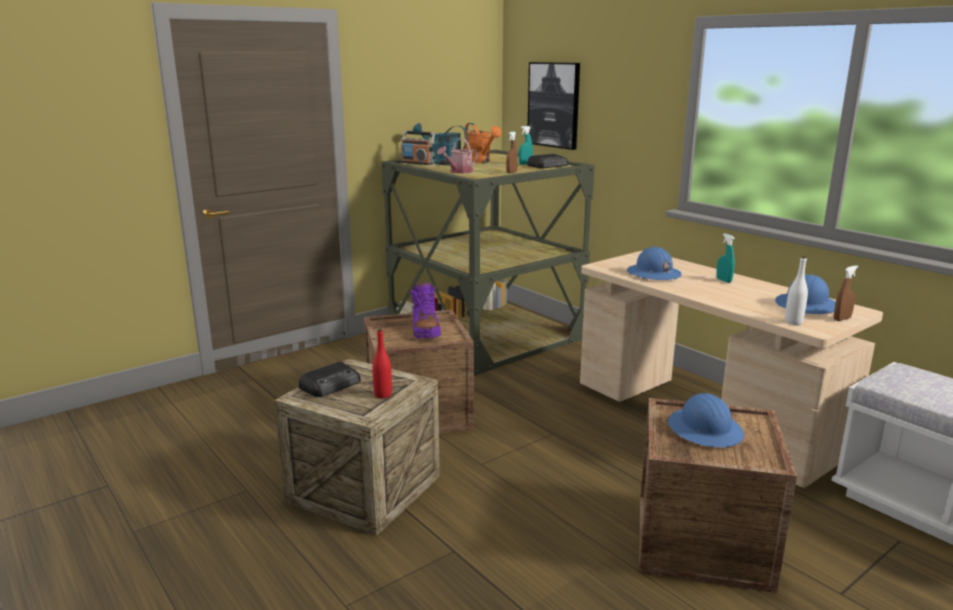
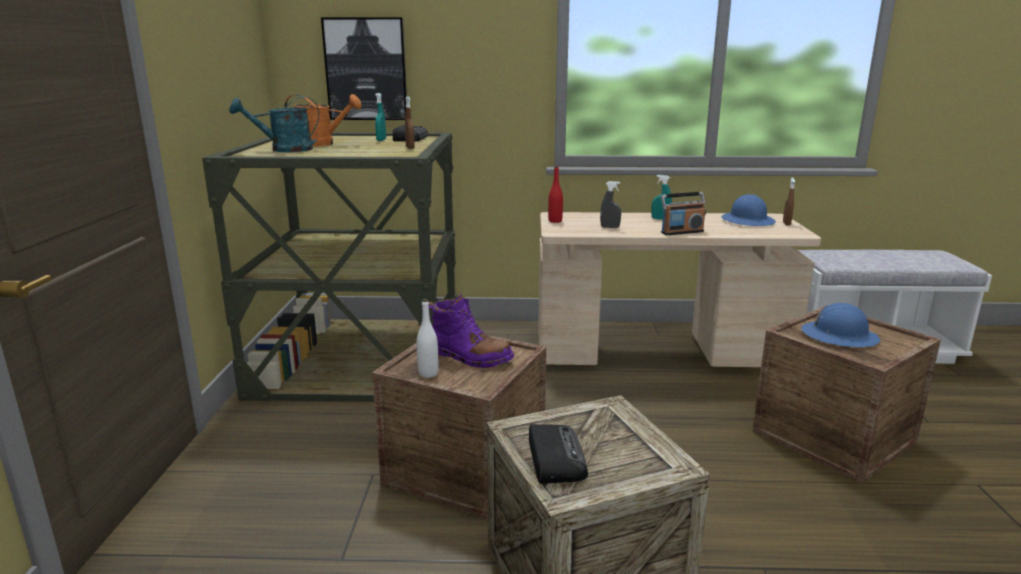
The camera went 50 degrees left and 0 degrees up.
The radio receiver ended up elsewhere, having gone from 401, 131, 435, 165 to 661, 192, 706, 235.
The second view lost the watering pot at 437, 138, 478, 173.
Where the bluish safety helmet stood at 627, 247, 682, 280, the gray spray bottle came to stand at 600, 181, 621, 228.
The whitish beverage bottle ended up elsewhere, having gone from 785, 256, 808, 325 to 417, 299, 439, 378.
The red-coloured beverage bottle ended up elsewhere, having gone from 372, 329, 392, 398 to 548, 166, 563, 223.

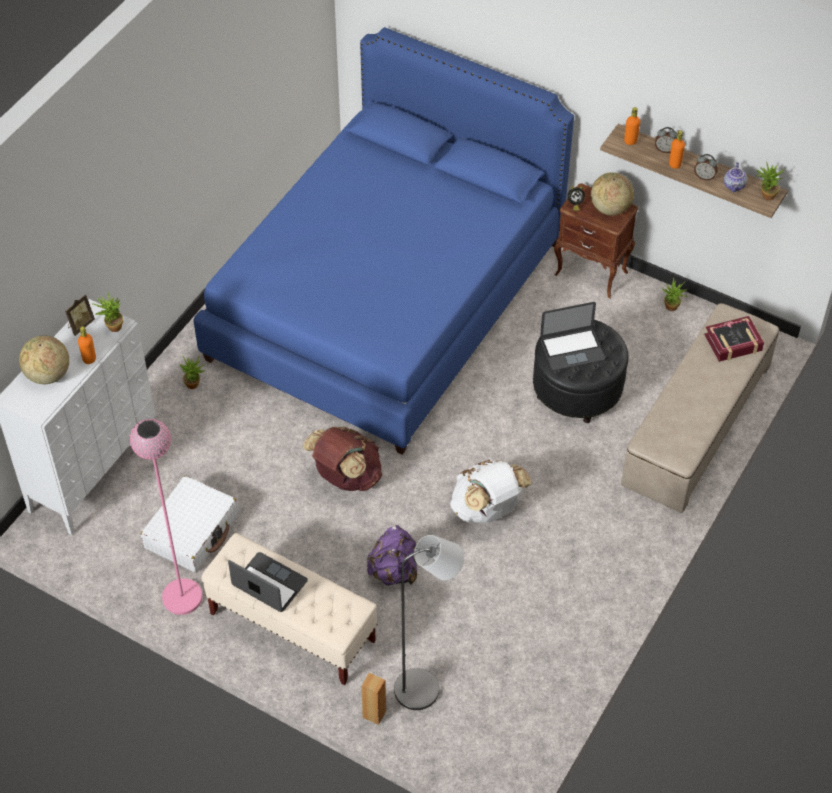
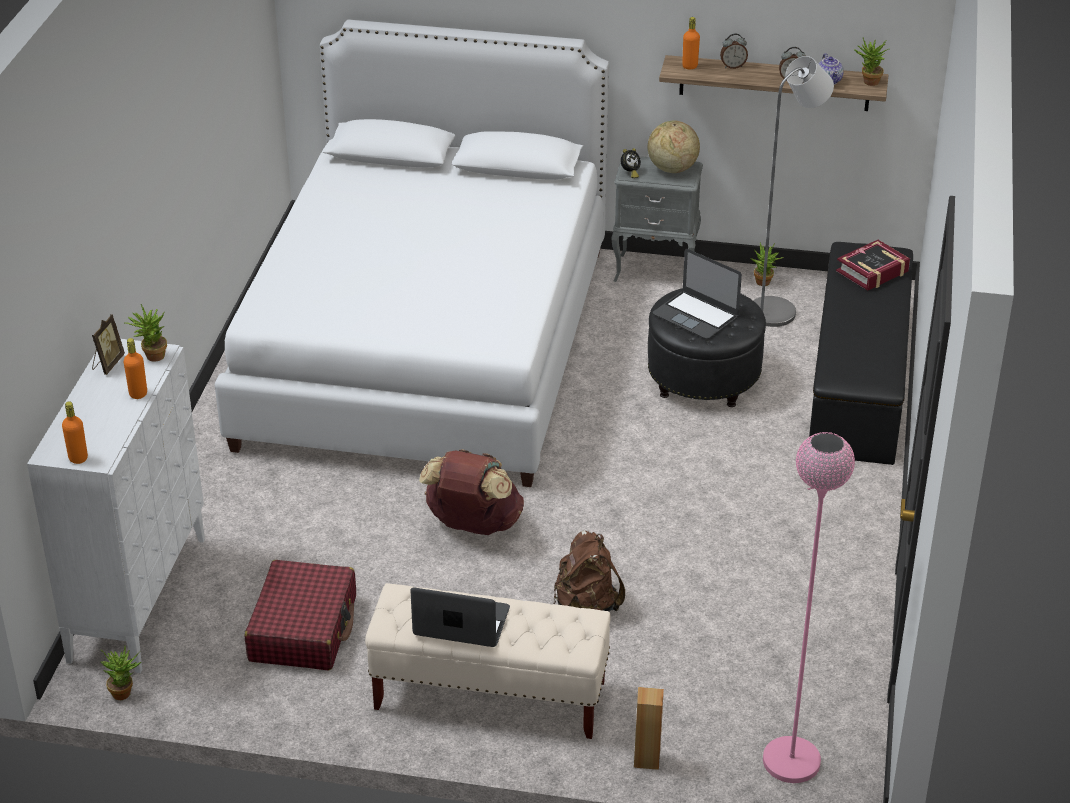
The camera went 20 degrees left and 15 degrees down.
What was the bluish bed at 193, 27, 574, 455 turned into the whitish bed at 215, 20, 609, 487.
The orangey beverage bottle ended up elsewhere, having gone from 669, 130, 685, 169 to 62, 401, 88, 464.
What was the brown-coloured night table at 554, 183, 638, 299 turned into the gray night table at 612, 156, 703, 282.
The notebook computer at 540, 302, 605, 370 ended up facing another way, 75 degrees clockwise from before.
What was the sand-coloured indoor bench at 621, 303, 779, 513 turned into the blackish indoor bench at 809, 242, 913, 465.
The second view lost the world globe at 19, 335, 69, 384.
The plant in a pot ended up elsewhere, having gone from 179, 356, 205, 389 to 101, 646, 141, 700.
The pinkish floor lamp ended up elsewhere, having gone from 130, 419, 202, 615 to 763, 432, 855, 783.
The second view lost the whitish backpack at 450, 460, 532, 523.
What was the whitish piece of luggage at 141, 476, 239, 572 turned into the red-coloured piece of luggage at 245, 560, 356, 670.
What was the purple backpack at 367, 525, 417, 585 turned into the brown-coloured backpack at 554, 531, 625, 611.
The gray floor lamp ended up elsewhere, having gone from 394, 535, 464, 710 to 753, 56, 834, 327.

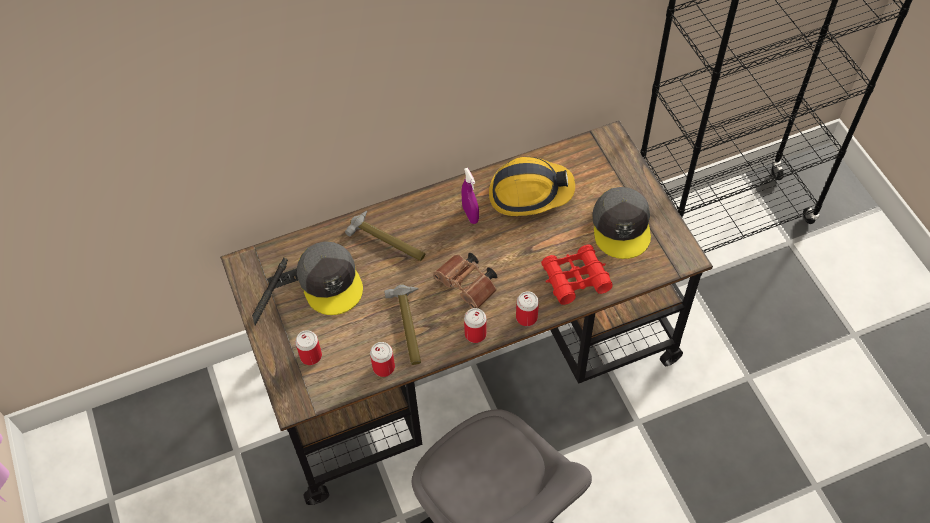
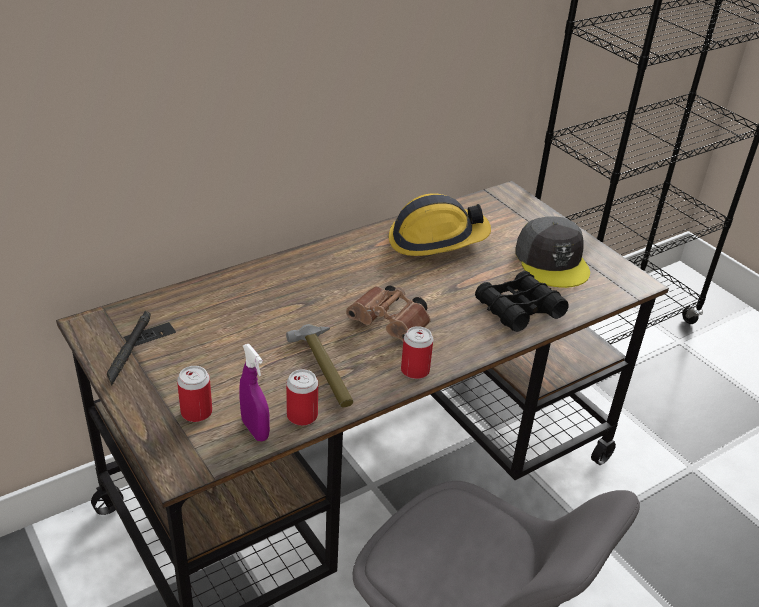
The camera went 15 degrees left and 20 degrees down.
The purple spray bottle ended up elsewhere, having gone from 462, 168, 479, 224 to 239, 344, 270, 441.
The second view lost the hand hammer at 345, 211, 425, 261.
The second view lost the gray baseball cap at 297, 241, 363, 315.
What was the red-coloured field glasses at 541, 245, 613, 305 turned into the blackish field glasses at 475, 271, 569, 332.
The second view lost the metal can at 516, 291, 539, 326.

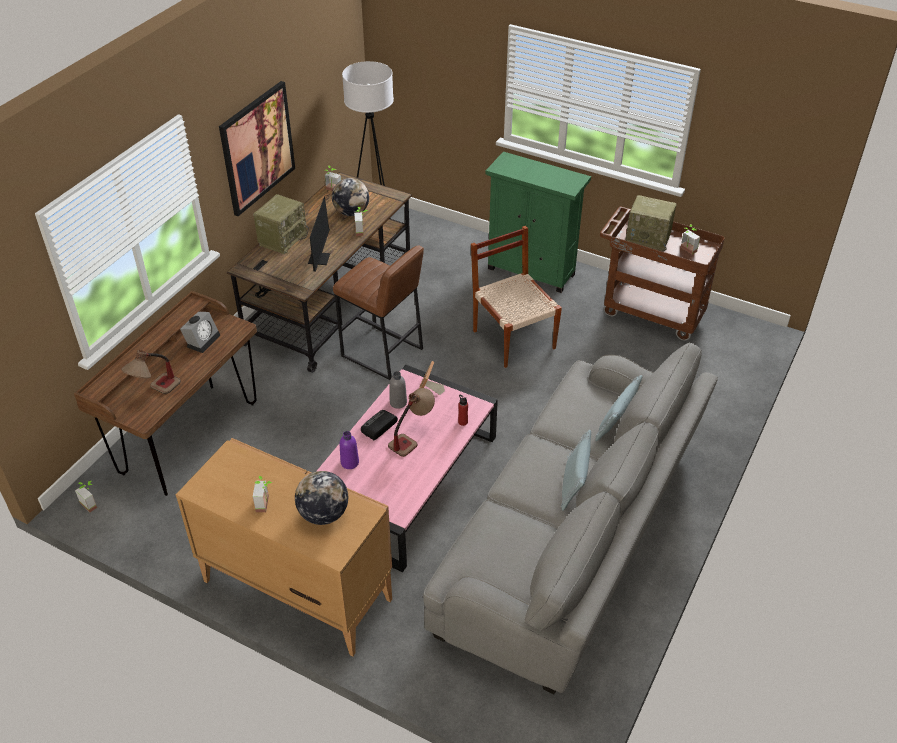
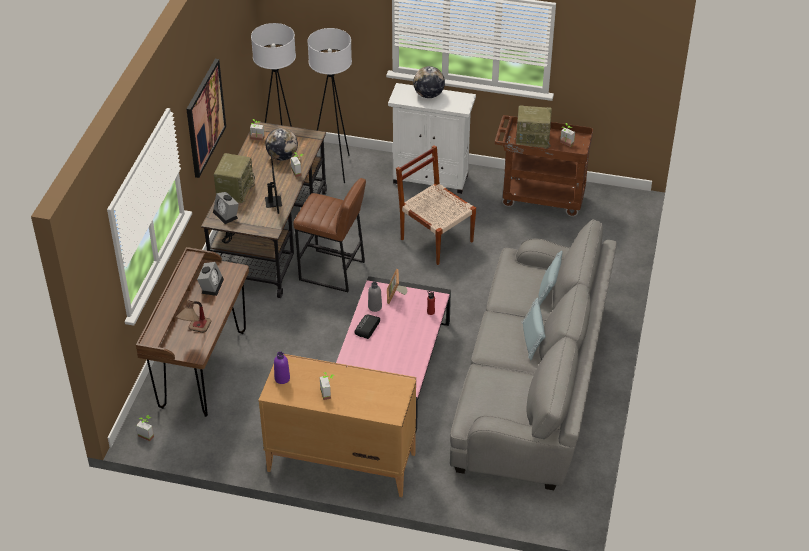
The camera went 15 degrees left and 0 degrees up.
What was the green cabinet at 485, 152, 591, 293 turned into the whitish cabinet at 388, 83, 476, 194.
The second view lost the table lamp at 388, 388, 435, 457.
The purple beverage bottle ended up elsewhere, having gone from 340, 431, 359, 469 to 274, 352, 290, 384.
The world globe ended up elsewhere, having gone from 295, 471, 348, 525 to 413, 66, 445, 98.
The second view gained the whitish floor lamp at 307, 28, 352, 183.
The second view gained the alarm clock at 213, 192, 239, 224.

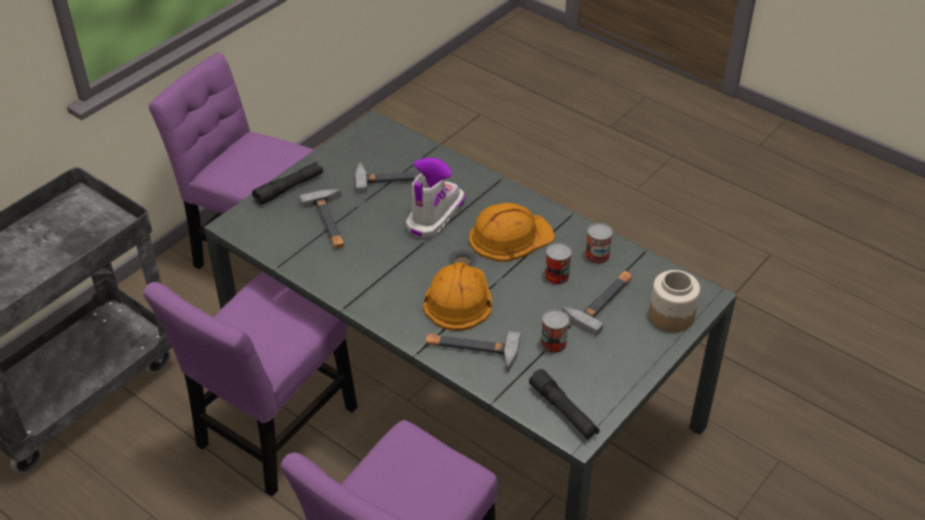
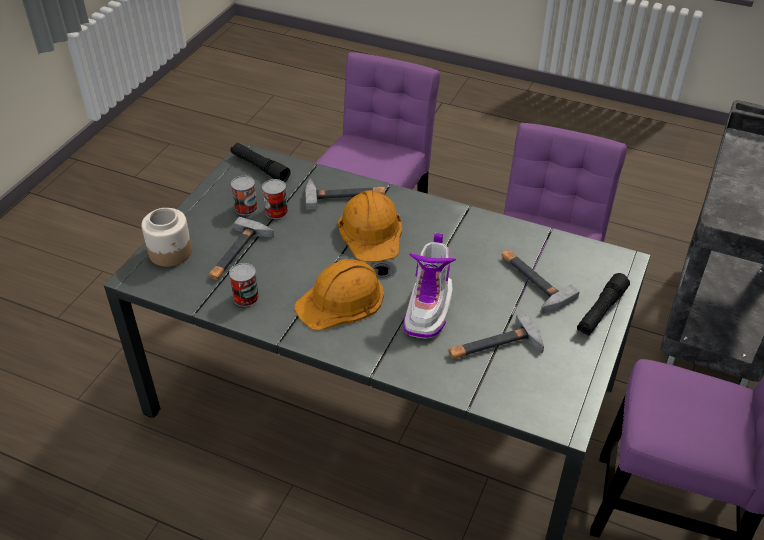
The camera went 165 degrees right and 0 degrees up.
The metal can ended up elsewhere, having gone from 545, 243, 572, 285 to 231, 176, 258, 215.

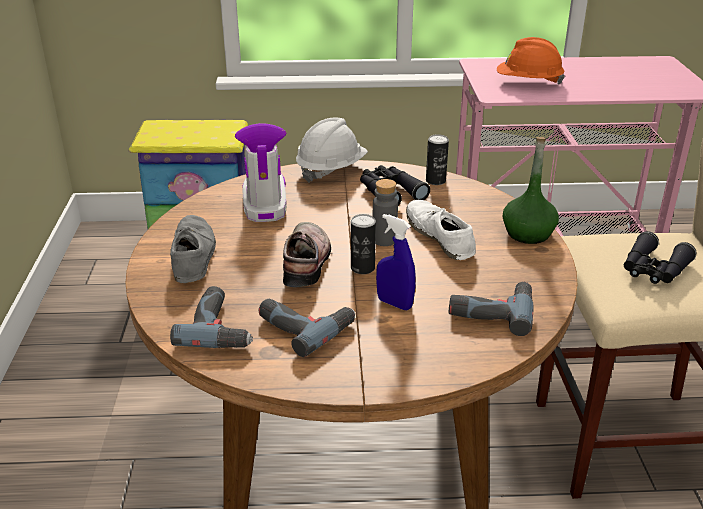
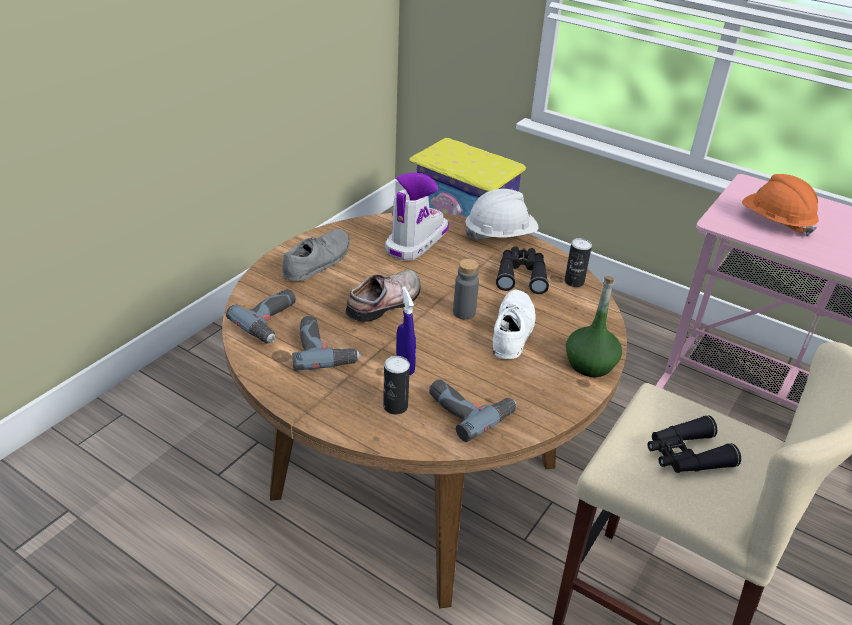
The camera went 35 degrees right and 5 degrees up.
The metal can ended up elsewhere, having gone from 351, 214, 376, 274 to 383, 356, 410, 415.

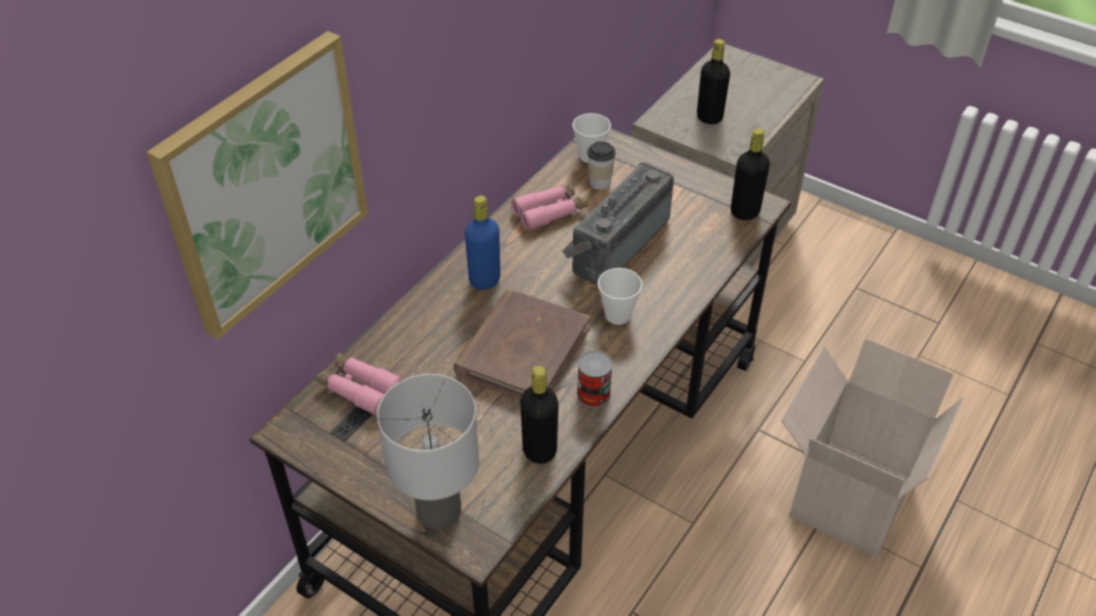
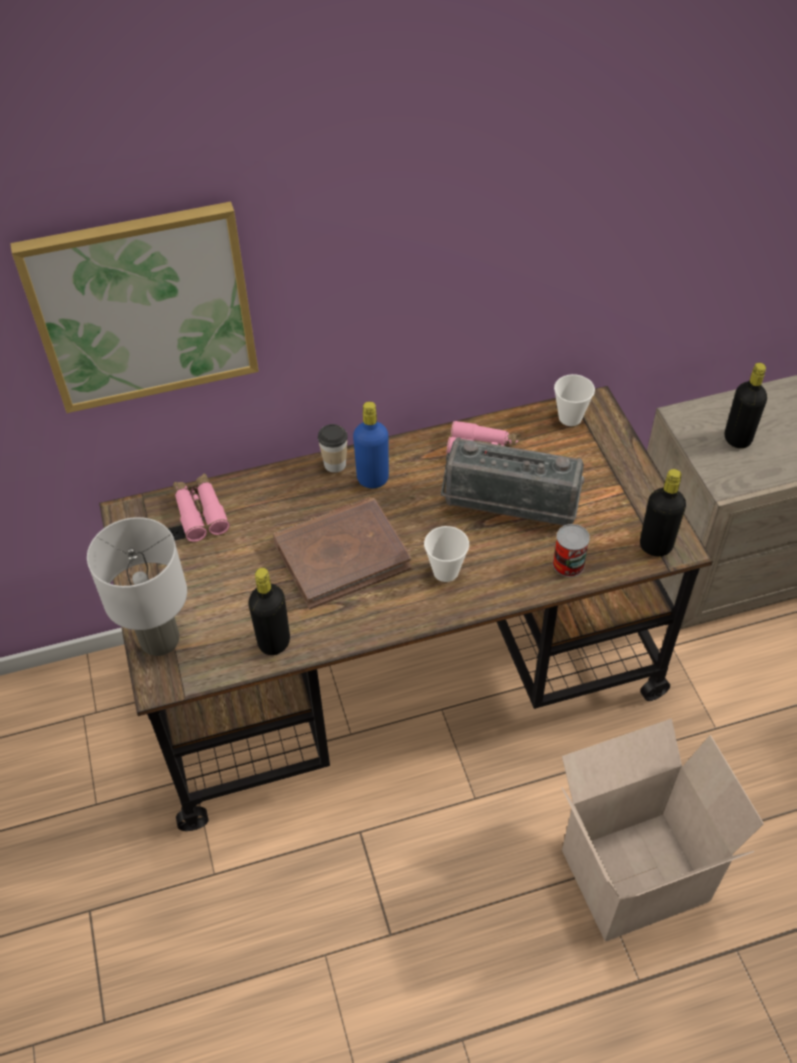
The camera went 40 degrees right and 5 degrees up.
The small cup ended up elsewhere, having gone from 587, 141, 616, 190 to 318, 424, 348, 473.
The radio receiver at 562, 162, 674, 285 ended up facing another way, 150 degrees counterclockwise from before.
The metal can ended up elsewhere, having gone from 577, 350, 613, 407 to 553, 524, 590, 577.

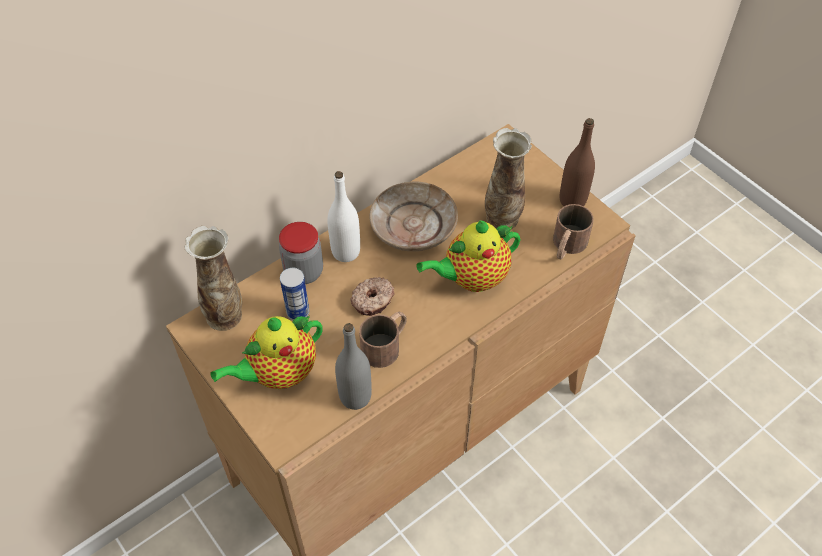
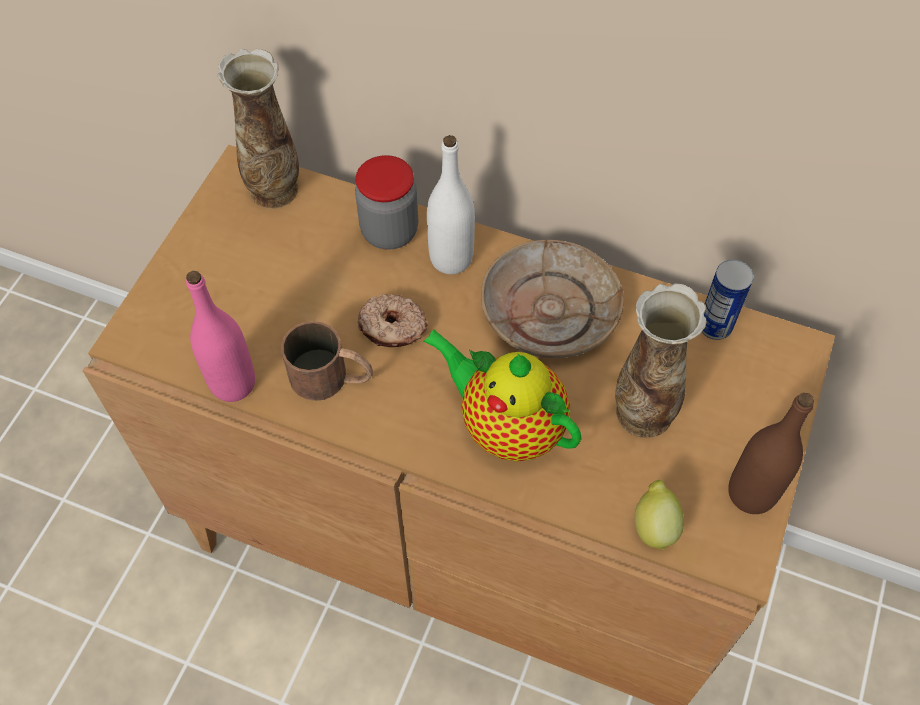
The camera went 60 degrees right and 5 degrees up.
Where the brown-coloured coffee mug stood at 553, 204, 594, 259, the whole lemon came to stand at 634, 480, 684, 550.
The metal can ended up elsewhere, having gone from 280, 268, 309, 320 to 702, 260, 753, 340.
The second view lost the pot for tea at 210, 316, 323, 389.
What was the gray beverage bottle at 335, 323, 372, 410 turned into the pinkish beverage bottle at 186, 271, 255, 402.

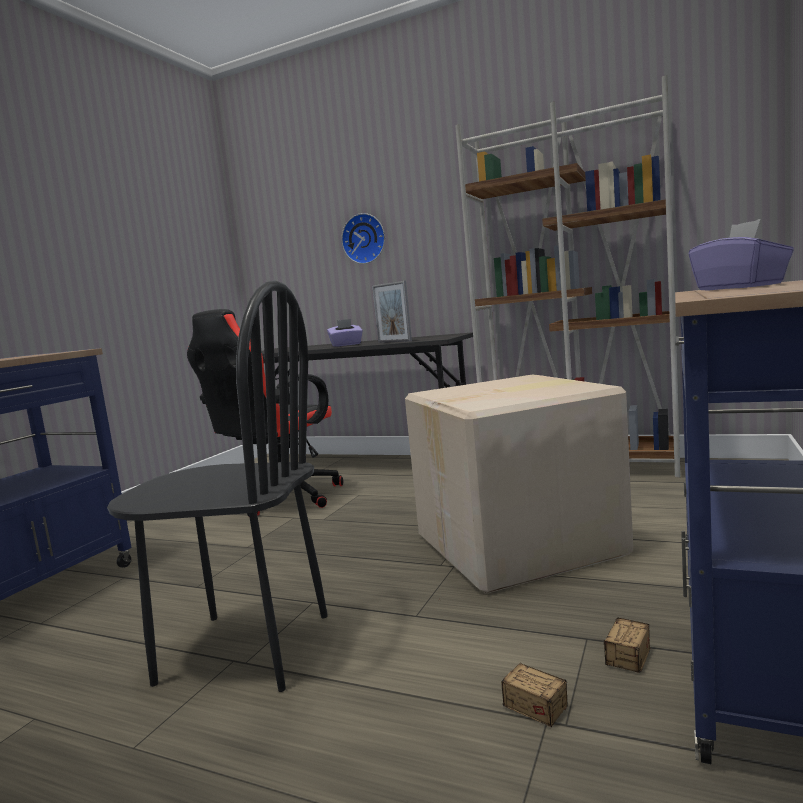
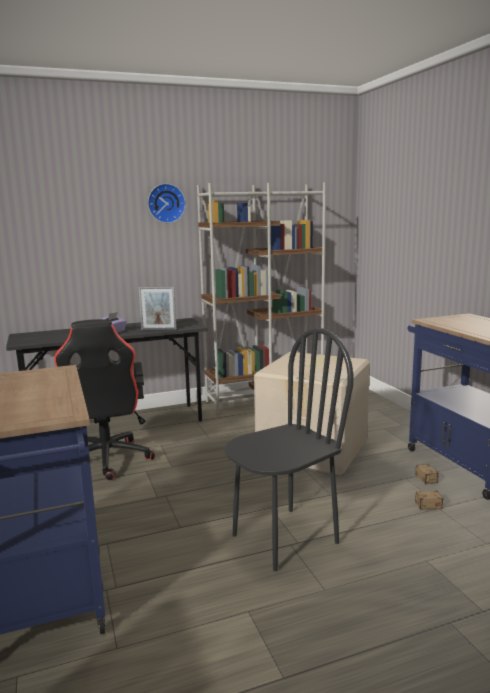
The camera went 45 degrees left and 5 degrees up.
The wall clock ended up elsewhere, having gone from 341, 213, 385, 264 to 148, 183, 186, 223.
The second view lost the purple tissue box at 689, 219, 794, 290.

